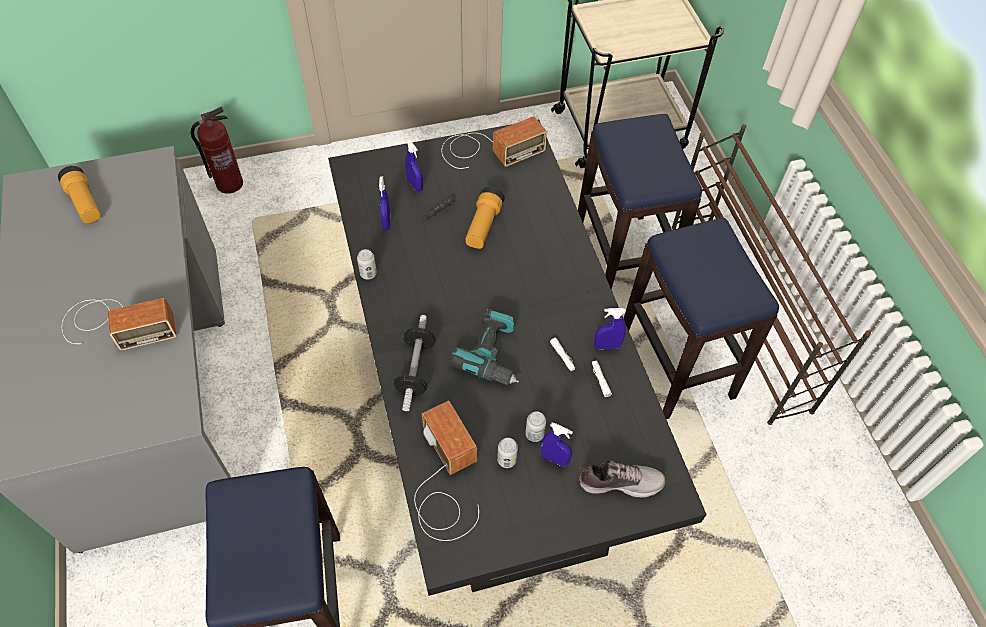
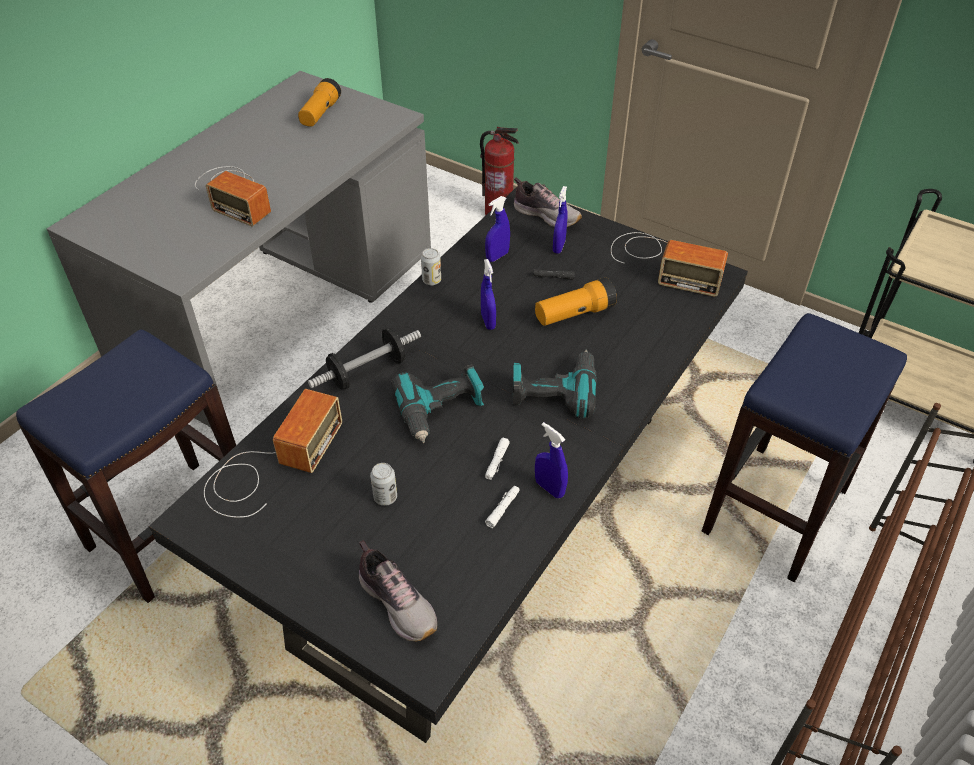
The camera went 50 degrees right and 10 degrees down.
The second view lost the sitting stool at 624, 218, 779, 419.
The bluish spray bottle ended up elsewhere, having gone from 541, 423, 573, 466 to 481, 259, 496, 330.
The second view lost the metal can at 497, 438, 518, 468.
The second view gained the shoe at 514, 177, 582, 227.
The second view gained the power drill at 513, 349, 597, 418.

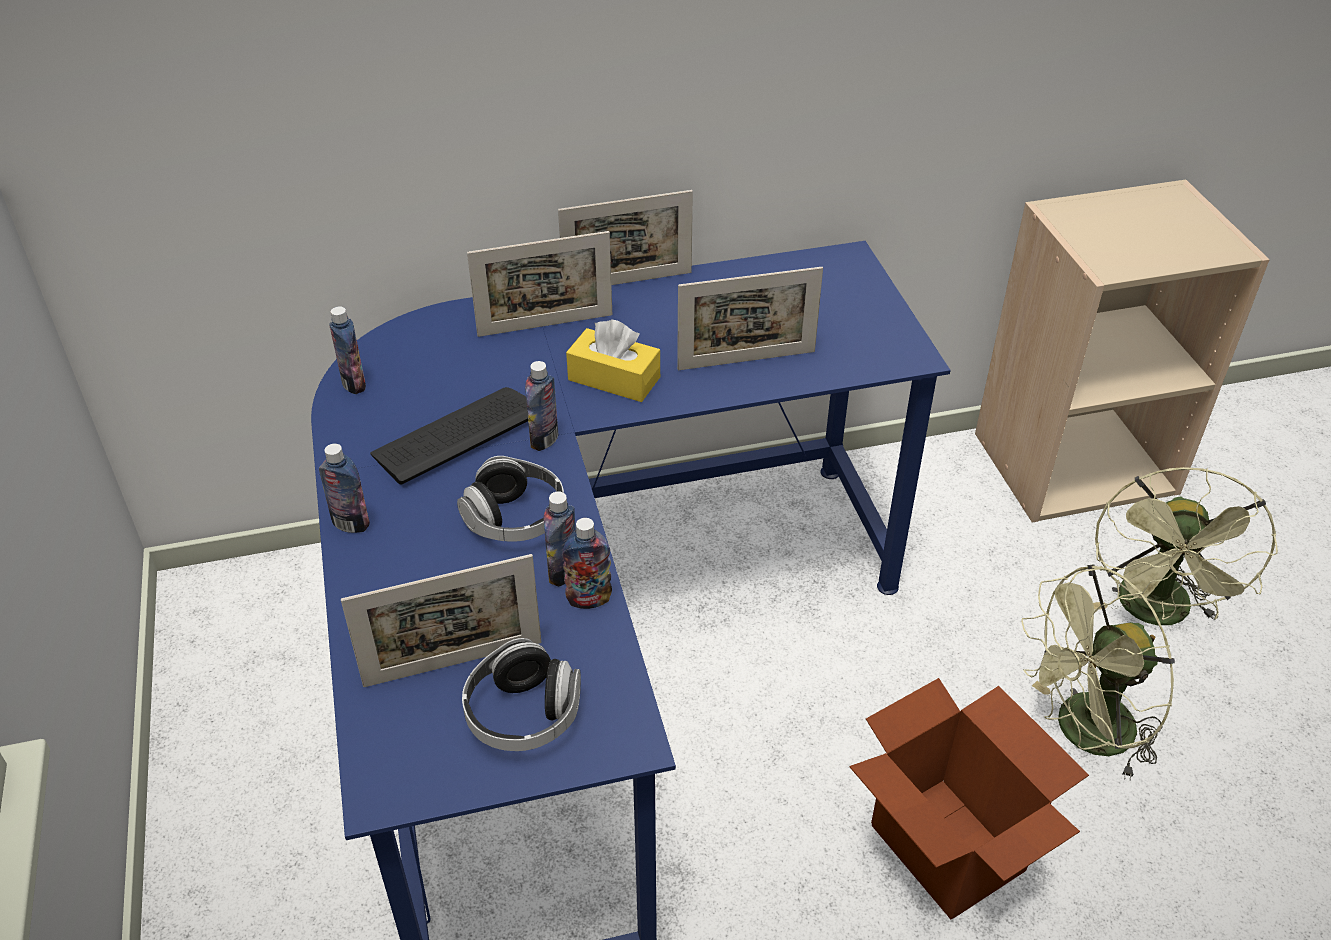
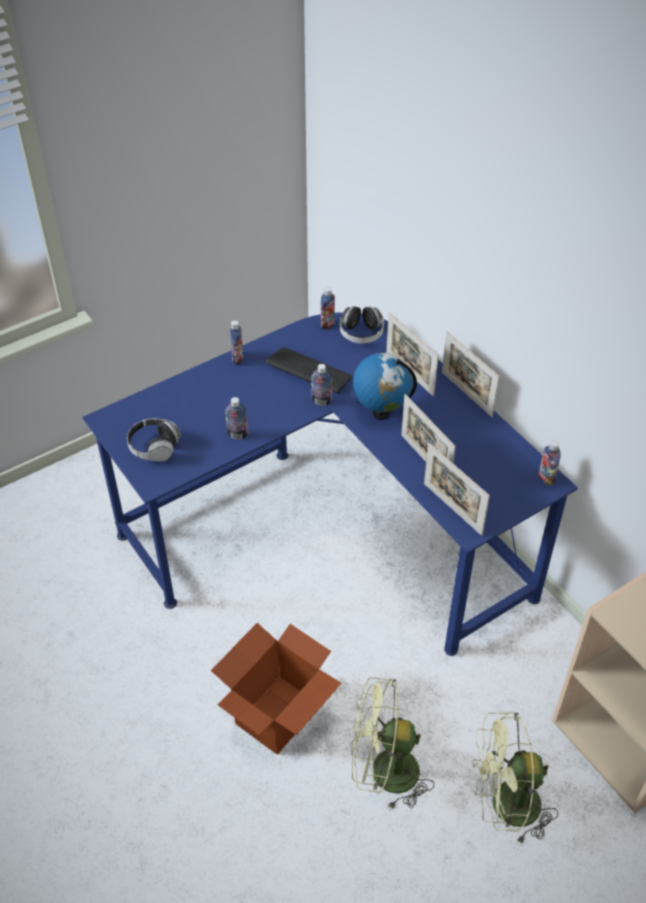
The camera went 70 degrees right and 5 degrees up.
Where the yellowish tissue box stood at 566, 319, 660, 402, the world globe came to stand at 353, 353, 417, 420.
The headphones ended up elsewhere, having gone from 457, 456, 564, 542 to 340, 306, 384, 344.
The beverage bottle ended up elsewhere, having gone from 562, 518, 612, 609 to 539, 440, 561, 486.
The picture frame ended up elsewhere, having gone from 341, 554, 542, 687 to 424, 443, 490, 536.
The green electric fan at 1021, 565, 1175, 780 ended up facing another way, 45 degrees counterclockwise from before.

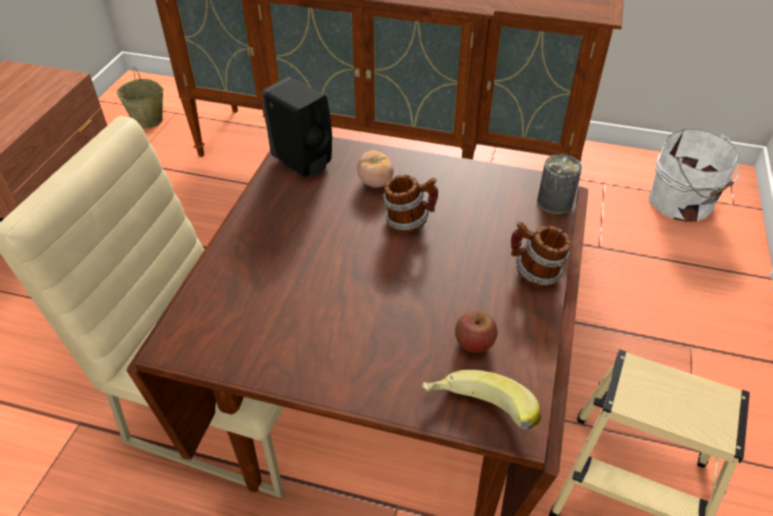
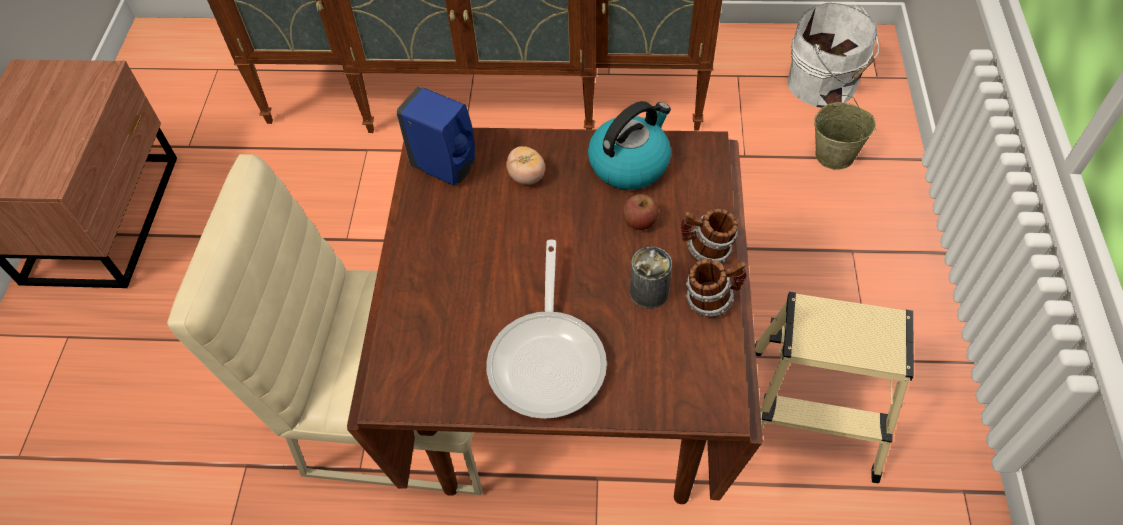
The camera went 10 degrees left and 10 degrees up.
The sand-coloured pail ended up elsewhere, having gone from 117, 67, 164, 129 to 814, 95, 876, 170.
What was the blackish soap dispenser at 262, 77, 332, 177 turned into the bluish soap dispenser at 397, 87, 475, 185.
The metal can ended up elsewhere, having gone from 537, 154, 582, 214 to 630, 247, 672, 309.
The coffee mug ended up elsewhere, having gone from 383, 175, 438, 232 to 685, 259, 747, 318.
The whole apple ended up elsewhere, having gone from 455, 311, 497, 353 to 623, 194, 659, 230.
The second view lost the banana at 422, 370, 541, 430.
The second view gained the water kettle at 588, 101, 671, 190.
The second view gained the skillet at 486, 240, 607, 419.

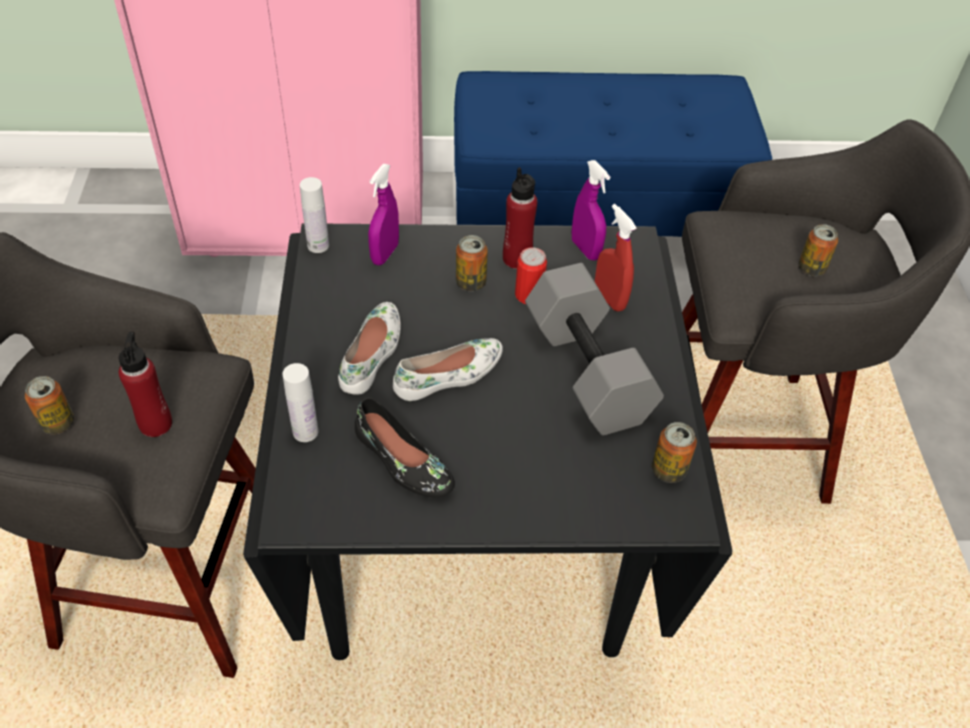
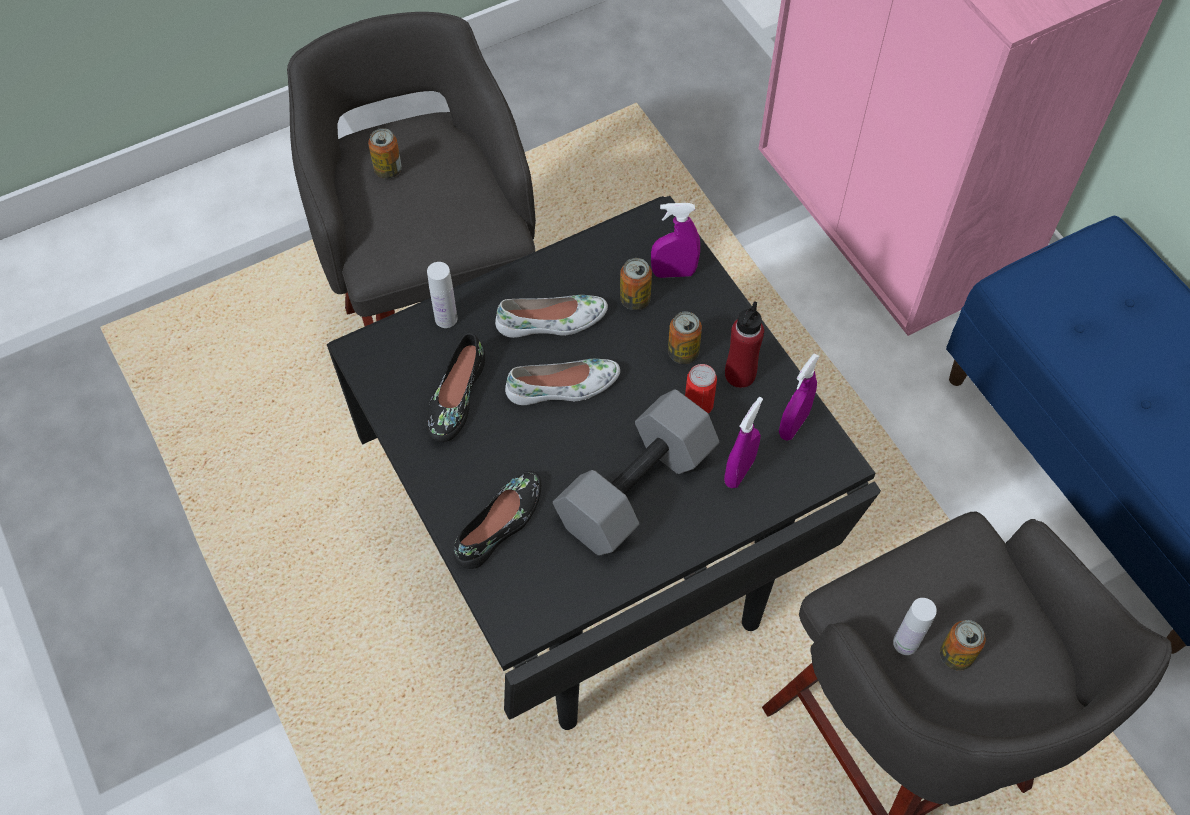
The camera went 65 degrees right and 10 degrees up.
The whitish beverage bottle ended up elsewhere, having gone from 300, 177, 329, 253 to 893, 598, 937, 655.
What was the red-coloured spray bottle at 595, 204, 637, 311 turned into the purple spray bottle at 724, 397, 763, 488.
The second view lost the red-coloured beverage bottle at 118, 332, 172, 437.
The whitish shoe at 393, 338, 503, 401 ended up facing another way, 45 degrees counterclockwise from before.
The metal can ended up elsewhere, having gone from 652, 422, 697, 483 to 620, 258, 652, 310.
The second view gained the blackish shoe at 453, 471, 541, 569.

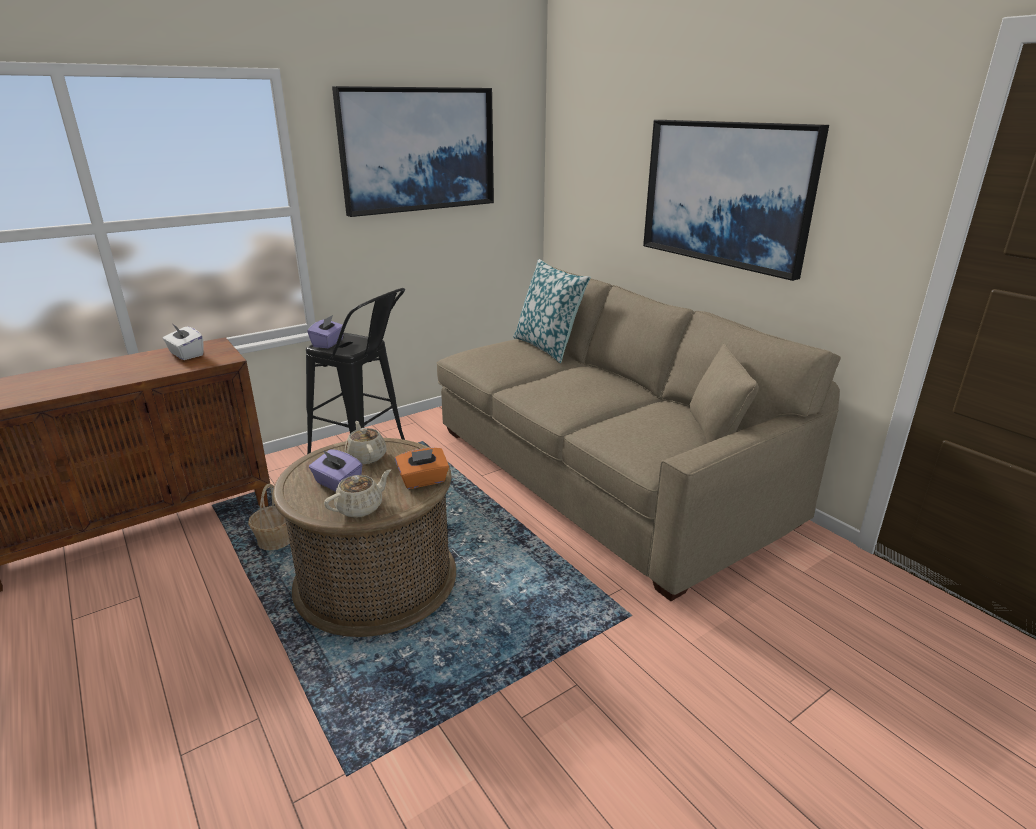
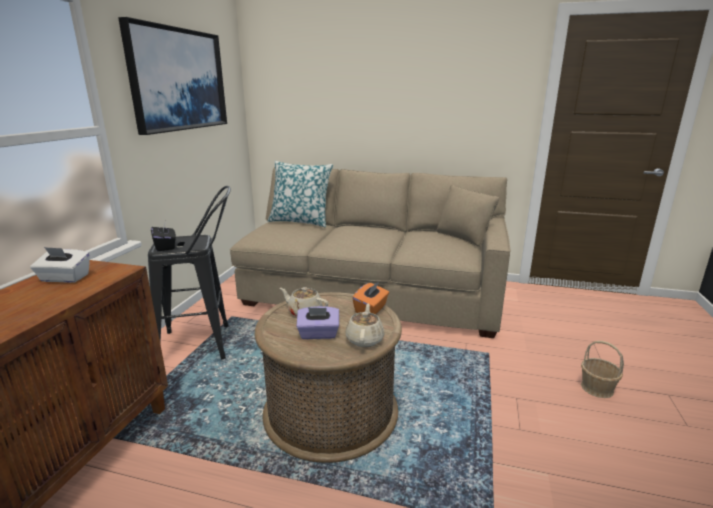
The camera went 40 degrees left and 5 degrees down.
The second view lost the picture at 643, 120, 829, 281.
What was the purple tissue box at 307, 315, 344, 348 turned into the blackish tissue box at 151, 223, 176, 251.
The storage basket ended up elsewhere, having gone from 248, 484, 290, 551 to 581, 341, 624, 398.

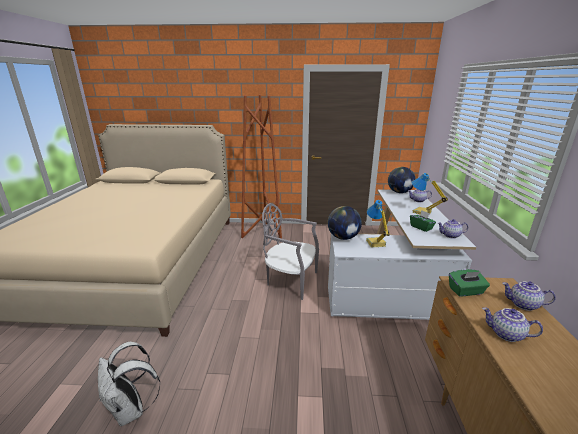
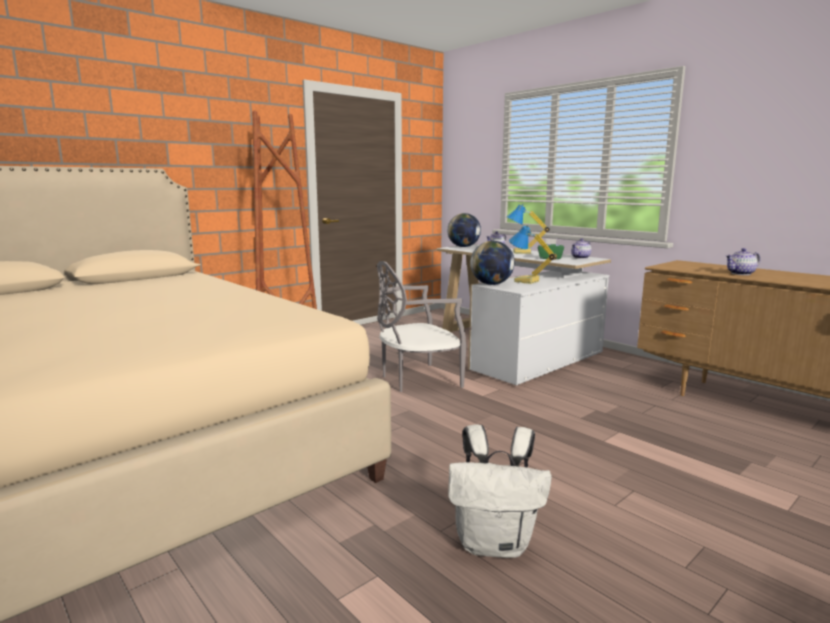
The camera went 45 degrees left and 10 degrees down.
The second view lost the green tissue box at 449, 269, 490, 296.
The second view lost the pot for tea at 502, 281, 556, 311.

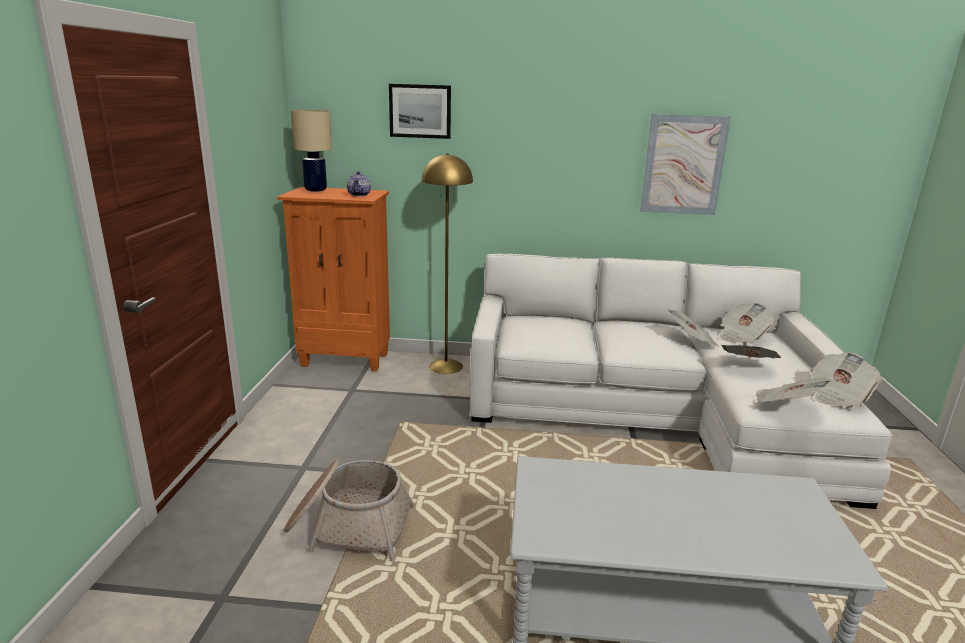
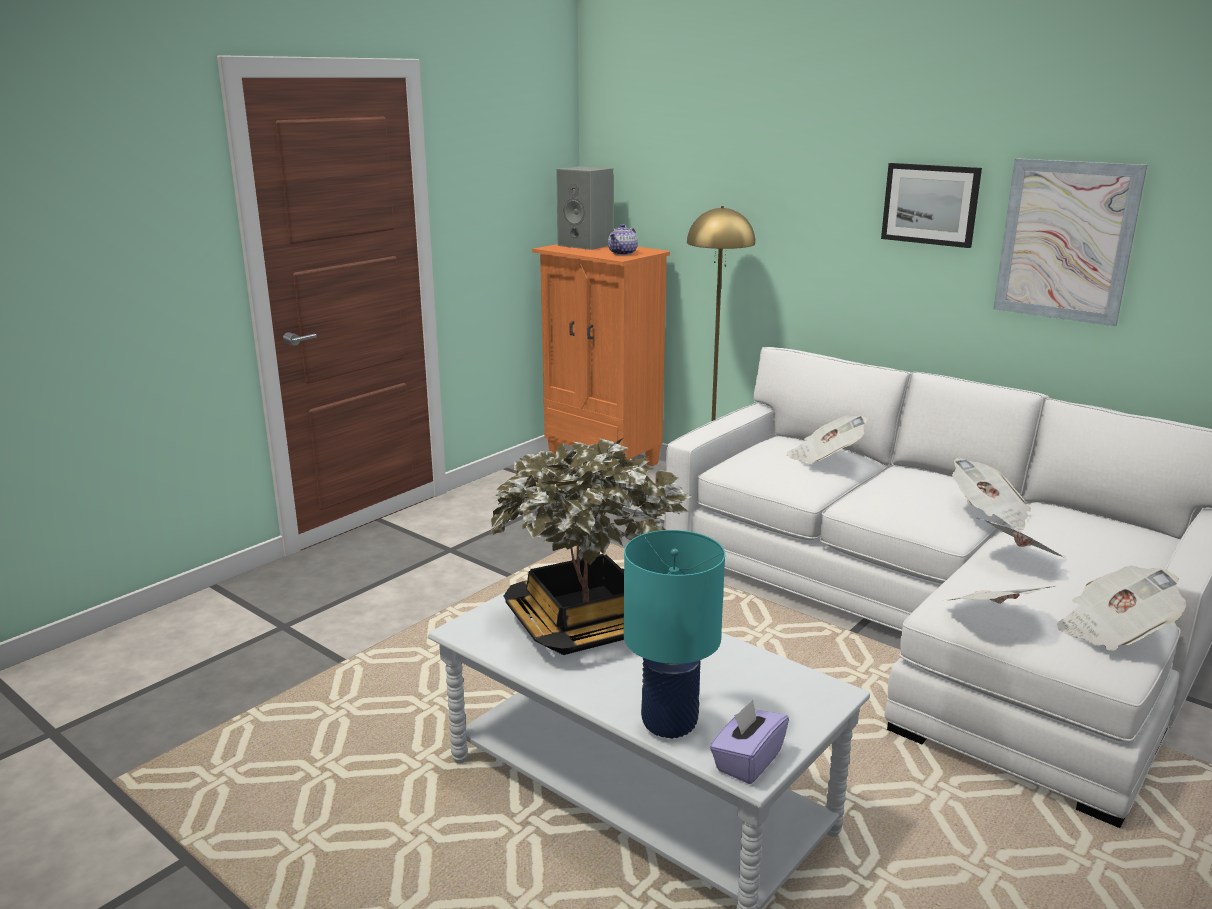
The camera went 35 degrees right and 0 degrees up.
The picture ended up elsewhere, having gone from 389, 84, 451, 139 to 881, 163, 982, 248.
Where the sand-coloured table lamp stood at 291, 109, 332, 192, the gray loudspeaker came to stand at 556, 166, 613, 250.
The newspaper ended up elsewhere, having gone from 720, 303, 776, 344 to 787, 415, 868, 465.
The second view lost the storage basket at 284, 460, 415, 562.
The second view gained the plant in a pot at 490, 438, 692, 655.
The second view gained the turquoise table lamp at 624, 530, 725, 739.
The second view gained the purple tissue box at 710, 700, 789, 784.

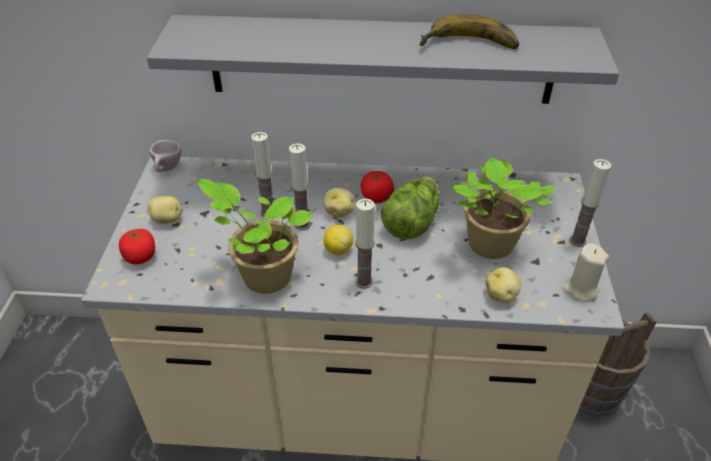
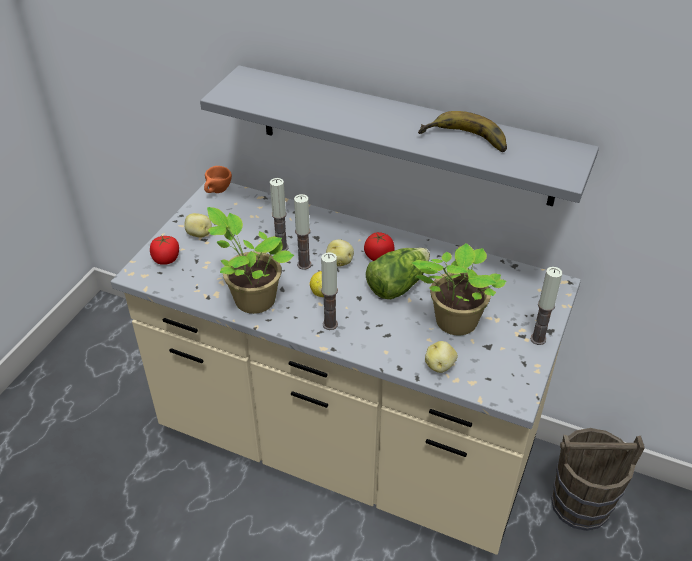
The camera went 20 degrees right and 0 degrees up.
What was the sand-coloured small cup at 150, 140, 181, 172 turned into the orangey small cup at 204, 166, 232, 193.
The second view lost the sand-coloured candle at 563, 243, 609, 302.

